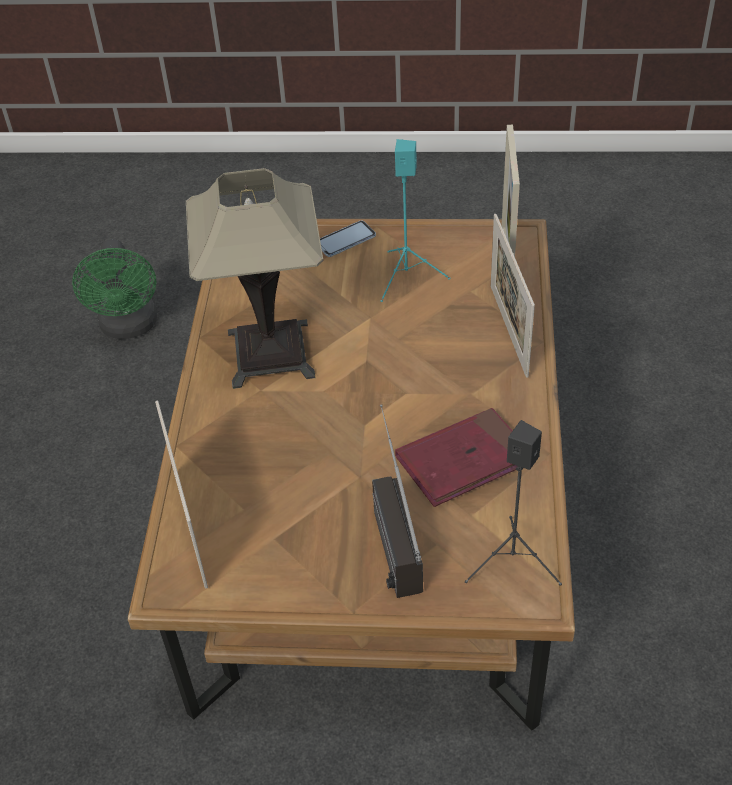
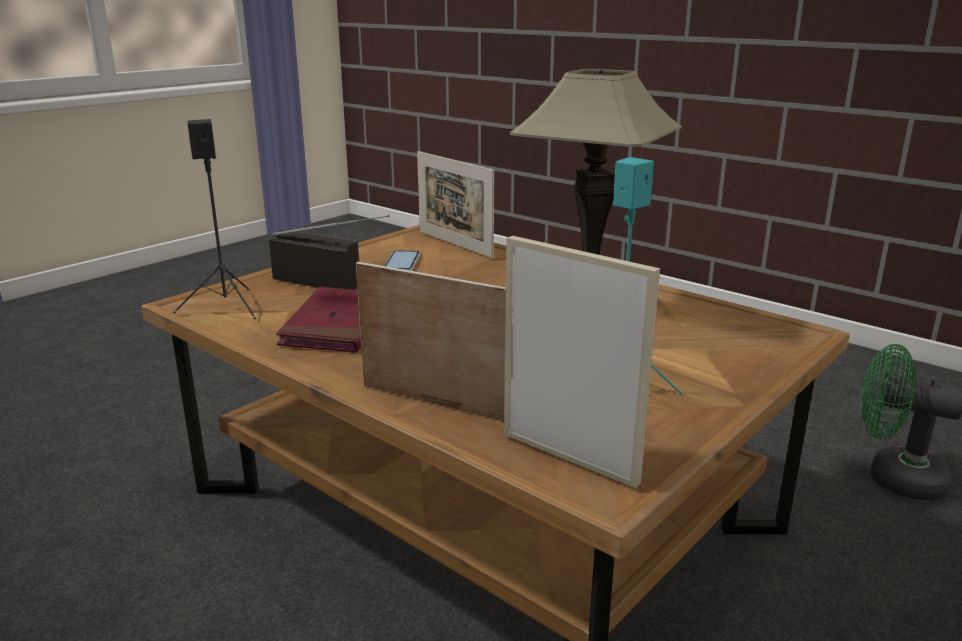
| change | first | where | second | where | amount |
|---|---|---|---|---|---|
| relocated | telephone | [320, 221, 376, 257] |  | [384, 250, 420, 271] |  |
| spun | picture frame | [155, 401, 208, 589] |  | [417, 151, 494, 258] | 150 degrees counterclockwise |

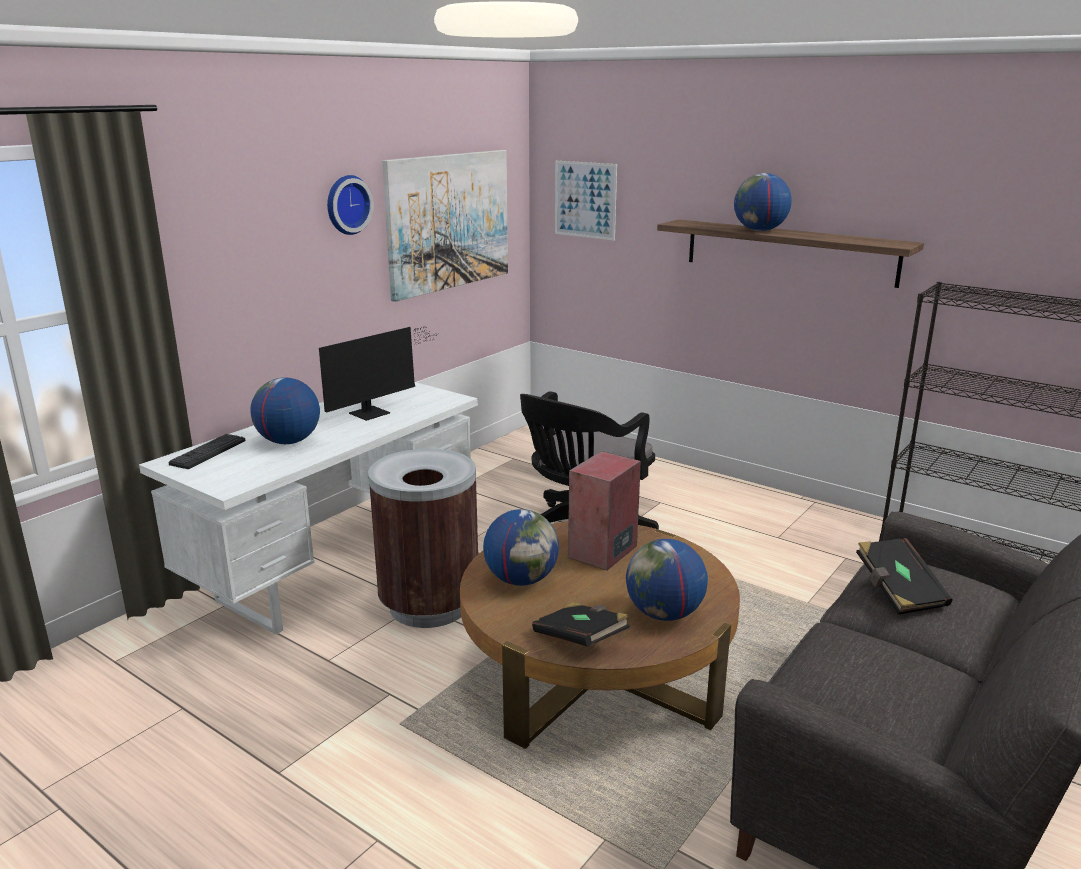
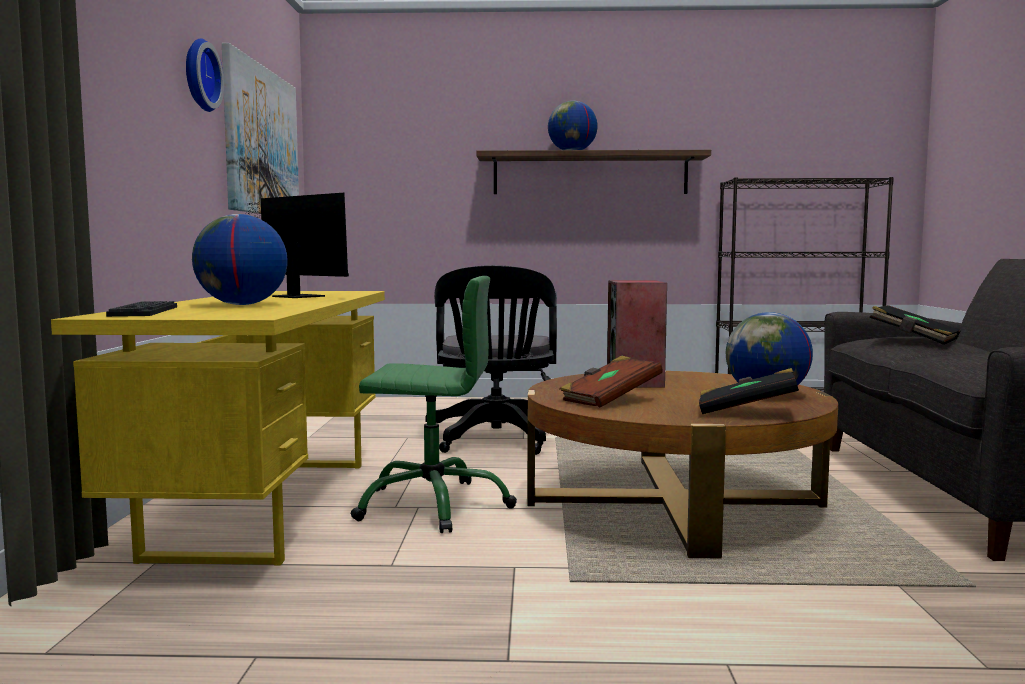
| change | first | where | second | where | amount |
|---|---|---|---|---|---|
| colour | white desk table | [139, 382, 478, 635] | yellowish desk table | [51, 291, 385, 566] |  |
| spun | computer screen | [319, 326, 437, 421] |  | [248, 193, 349, 298] | 60 degrees counterclockwise |
| exchanged | brown rubbish bin | [368, 449, 478, 628] | green office chair | [350, 276, 517, 533] |  |
| exchanged | world globe | [483, 509, 559, 586] | brown volume | [560, 355, 663, 408] |  |
| missing | wall art | [555, 161, 617, 241] |  |  |  |

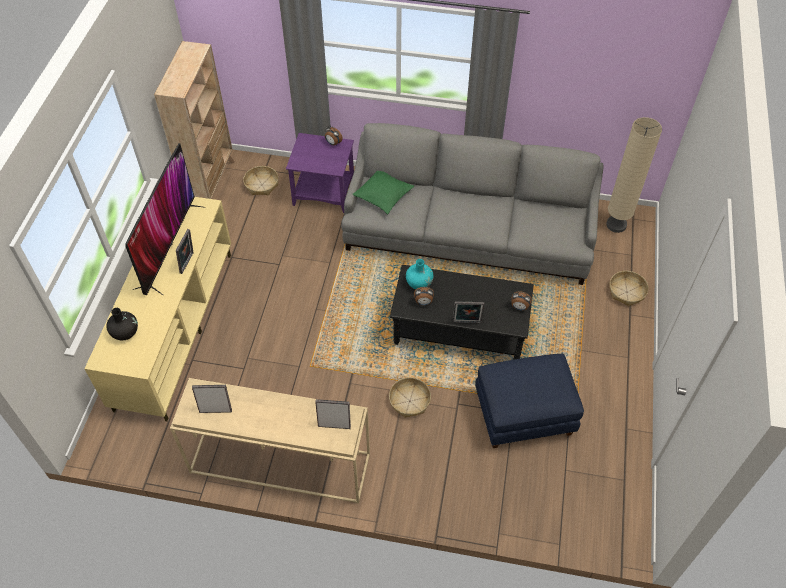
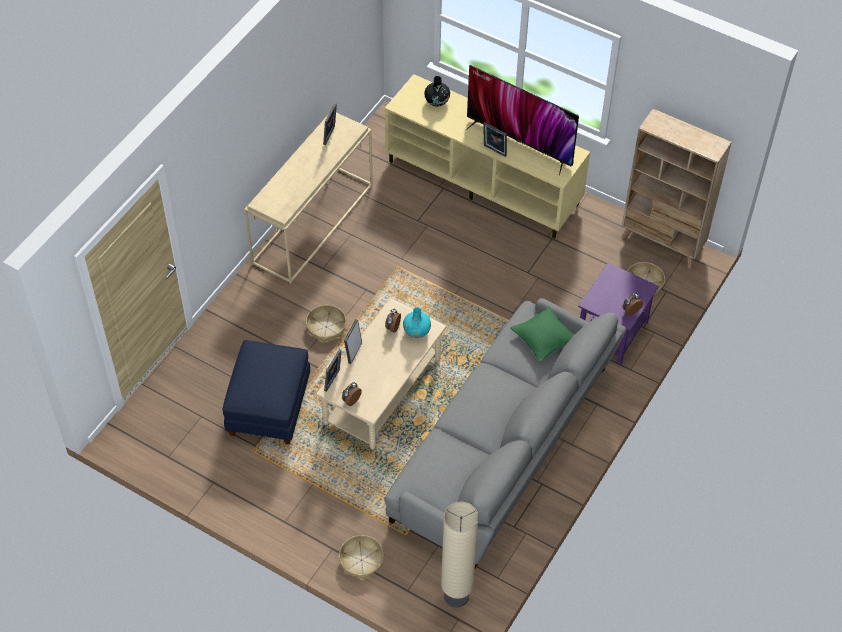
| change | first | where | second | where | amount |
|---|---|---|---|---|---|
| colour | blackish coffee table | [390, 265, 534, 360] | beige-coloured coffee table | [316, 299, 446, 450] |  |
| relocated | picture frame | [315, 399, 351, 429] |  | [324, 349, 342, 392] |  |

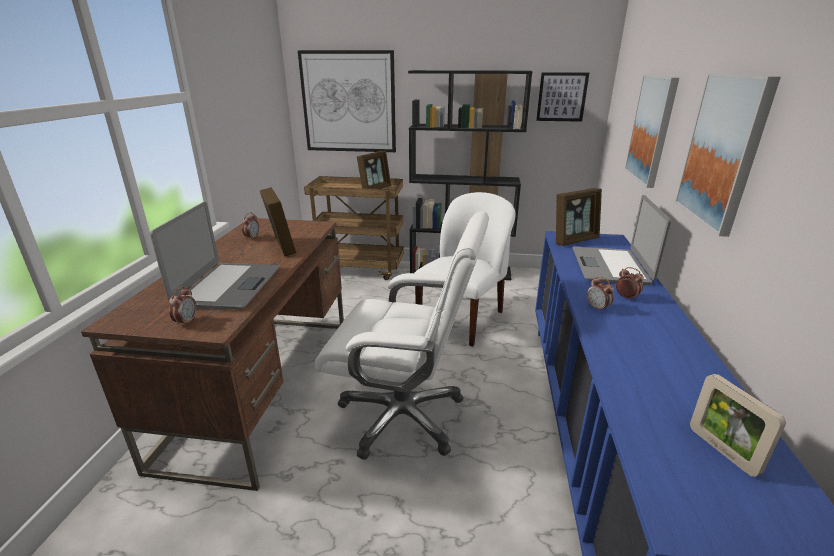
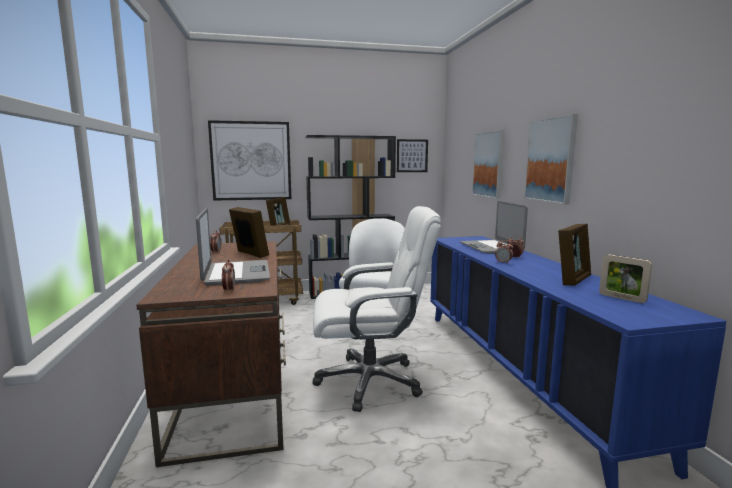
| change | first | where | second | where | amount |
|---|---|---|---|---|---|
| relocated | picture frame | [556, 188, 602, 246] |  | [558, 224, 591, 286] |  |

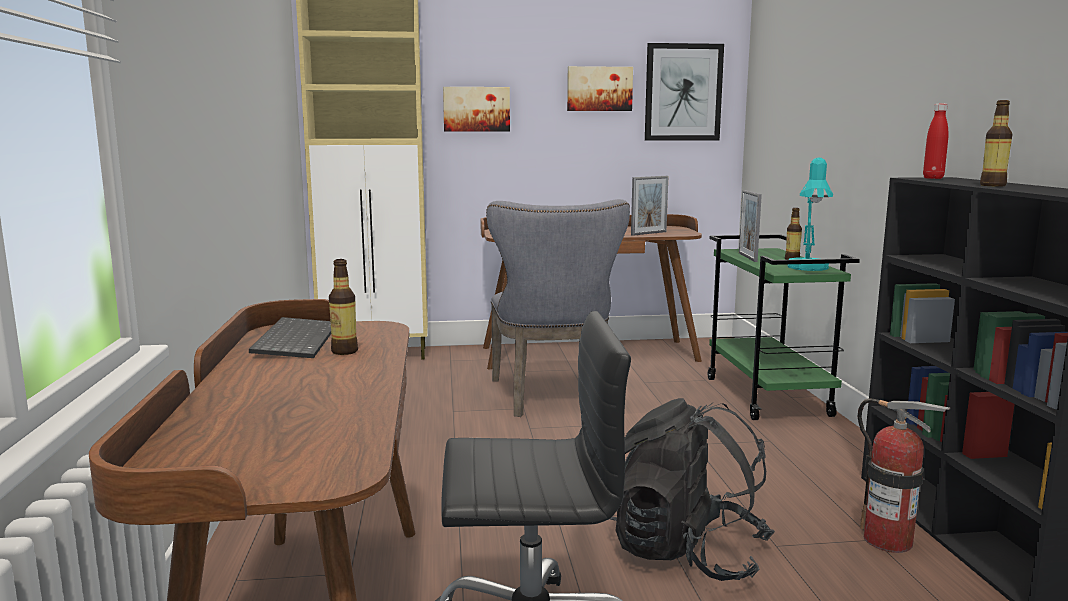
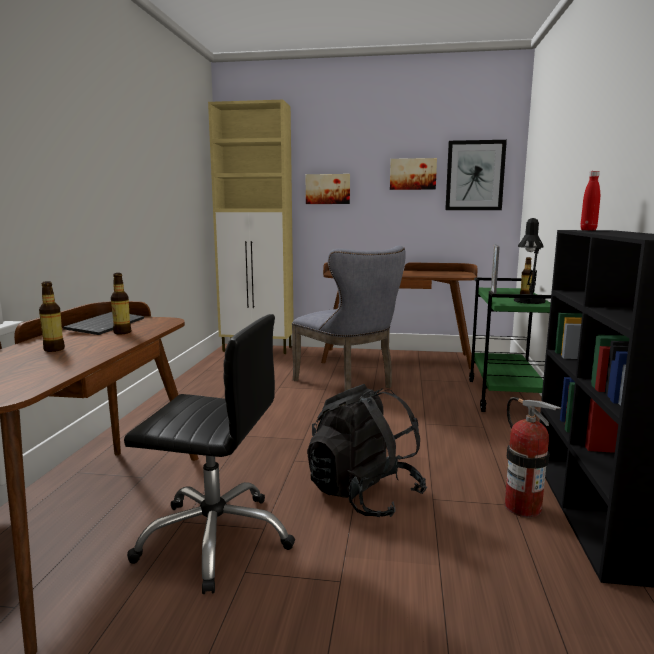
| change | first | where | second | where | amount |
|---|---|---|---|---|---|
| relocated | bottle | [980, 100, 1013, 187] |  | [39, 281, 65, 352] |  |
| spun | greyish upright chair | [486, 199, 630, 417] |  | [292, 246, 406, 391] | 45 degrees counterclockwise |
| colour | turquoise-coloured table lamp | [787, 158, 833, 271] | blackish table lamp | [514, 218, 546, 304] |  |
| missing | picture frame | [631, 176, 668, 236] |  |  |  |

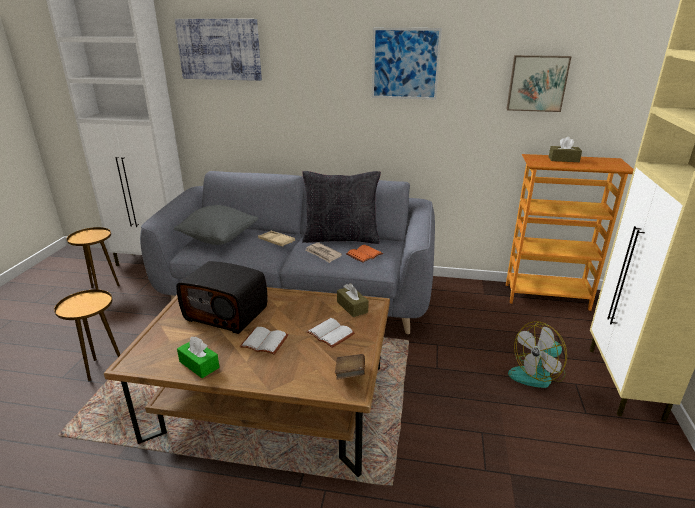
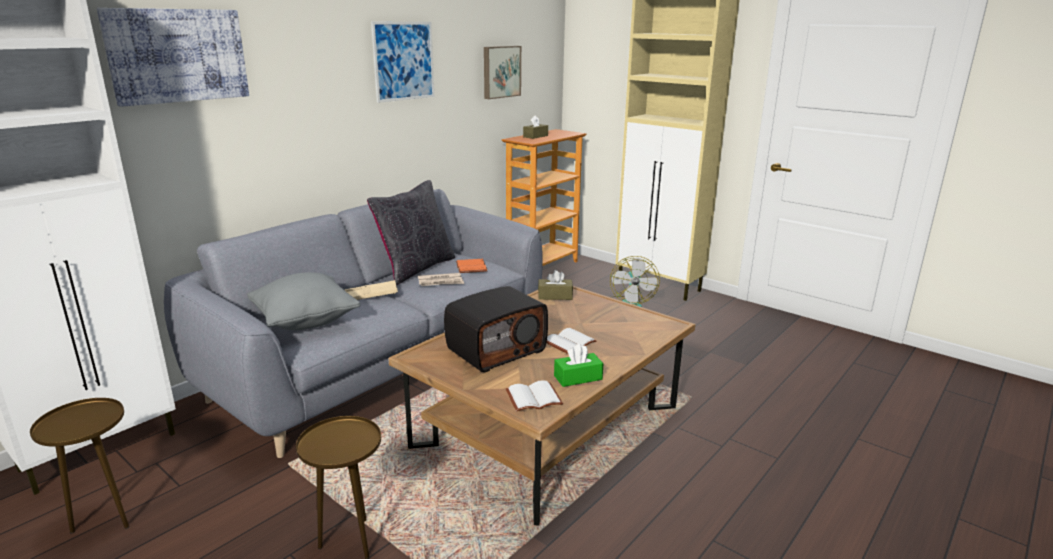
| change | first | where | second | where | amount |
|---|---|---|---|---|---|
| relocated | white volume | [306, 318, 355, 348] |  | [506, 381, 563, 411] |  |
| missing | brown volume | [335, 354, 365, 380] |  |  |  |

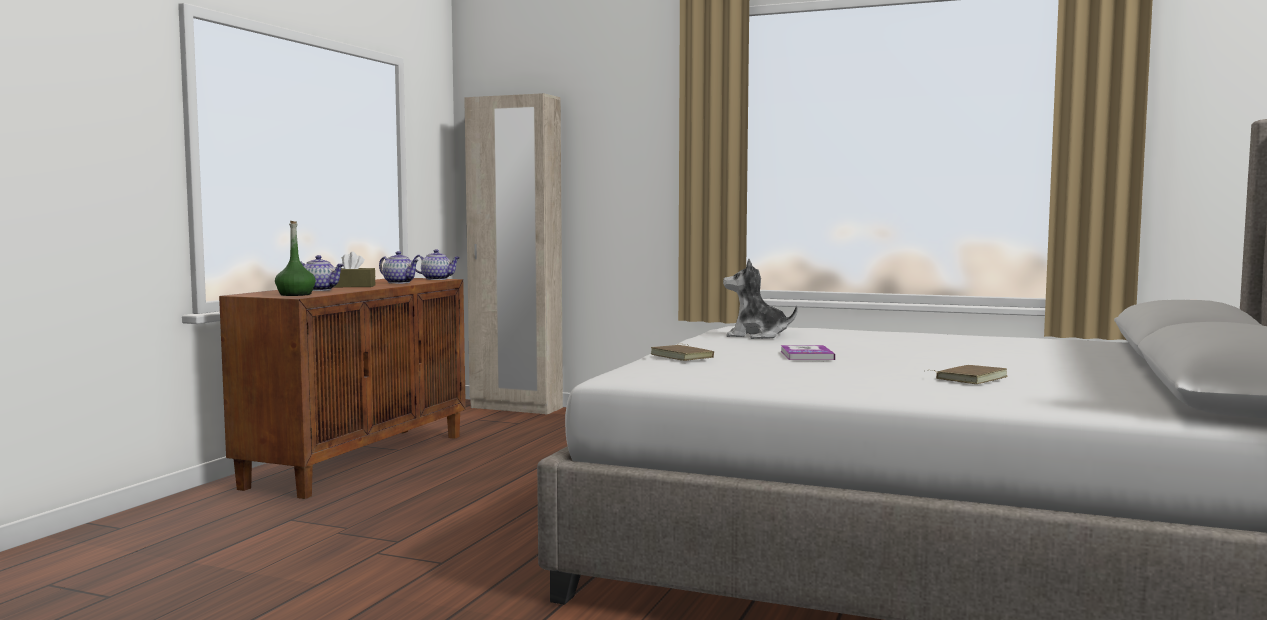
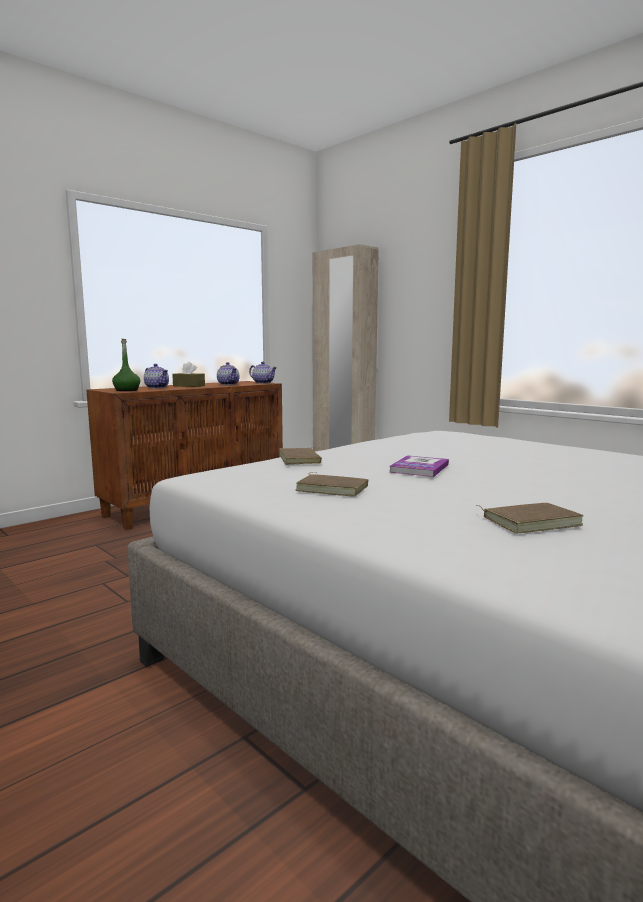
| change | first | where | second | where | amount |
|---|---|---|---|---|---|
| appeared |  |  | brown volume | [295, 472, 368, 497] |  |
| missing | cuddly toy | [723, 258, 798, 339] |  |  |  |

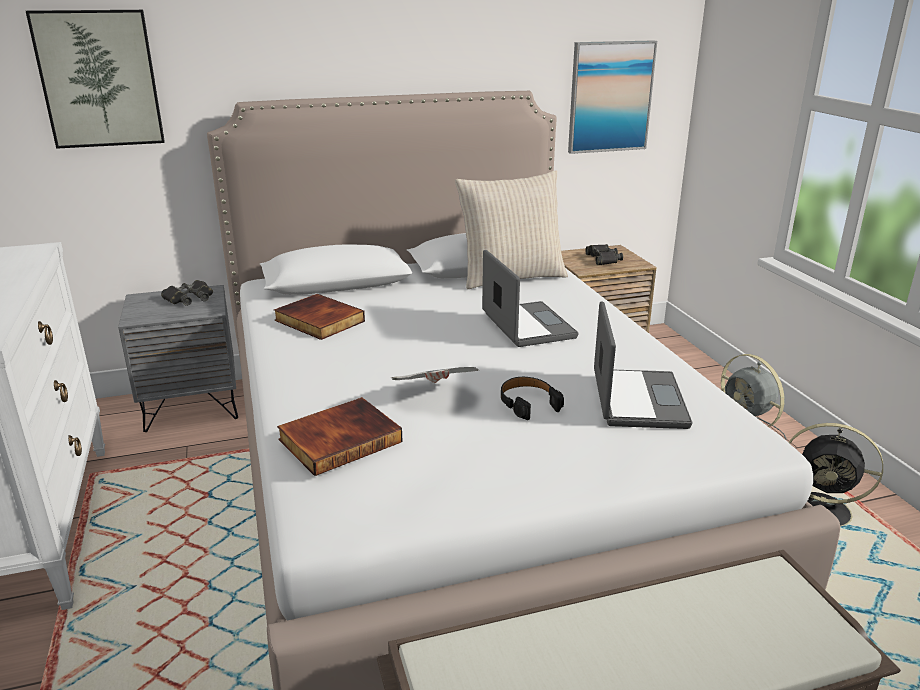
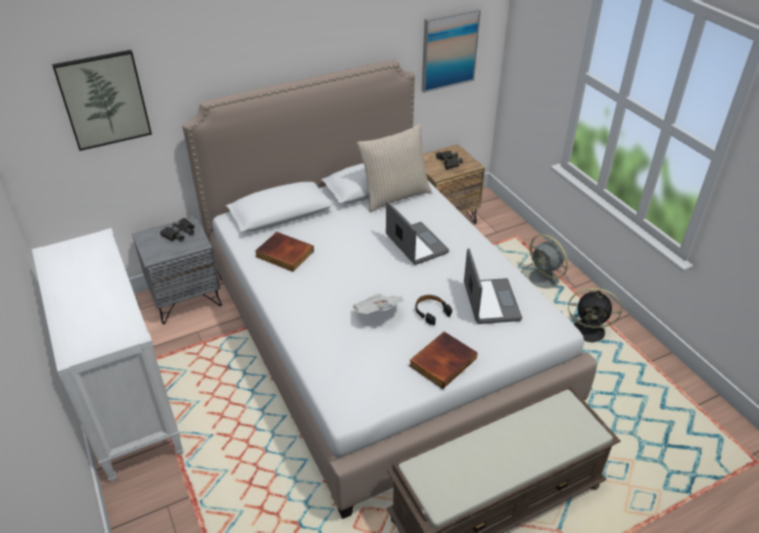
| change | first | where | second | where | amount |
|---|---|---|---|---|---|
| relocated | volume | [277, 397, 403, 476] |  | [409, 332, 478, 389] |  |

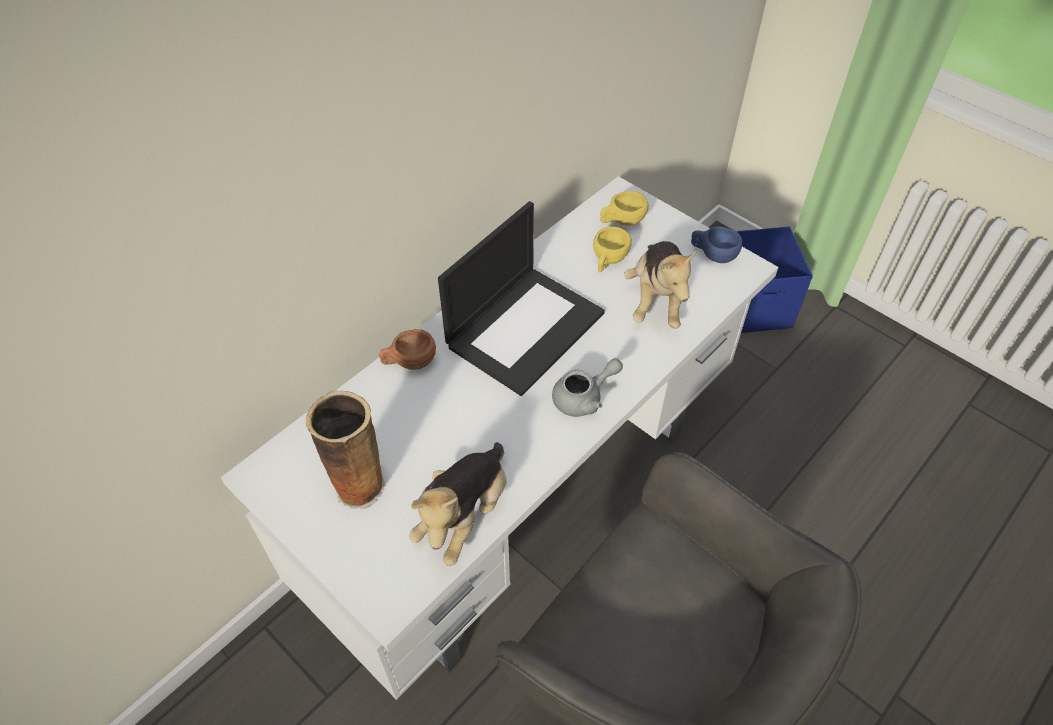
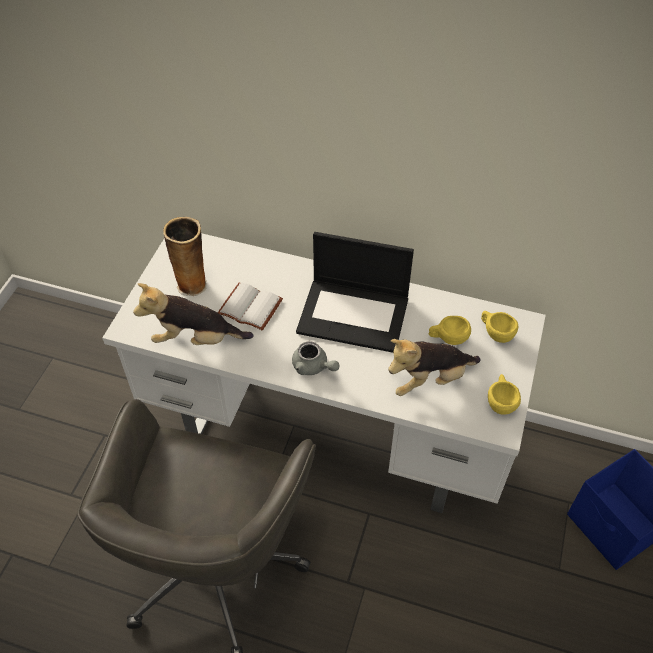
| change | first | where | second | where | amount |
|---|---|---|---|---|---|
| appeared |  |  | white volume | [218, 283, 283, 331] |  |
| colour | blue-coloured drinking cup | [691, 226, 742, 263] | yellowish drinking cup | [488, 374, 521, 415] |  |
| missing | brown drinking cup | [379, 329, 436, 370] |  |  |  |

